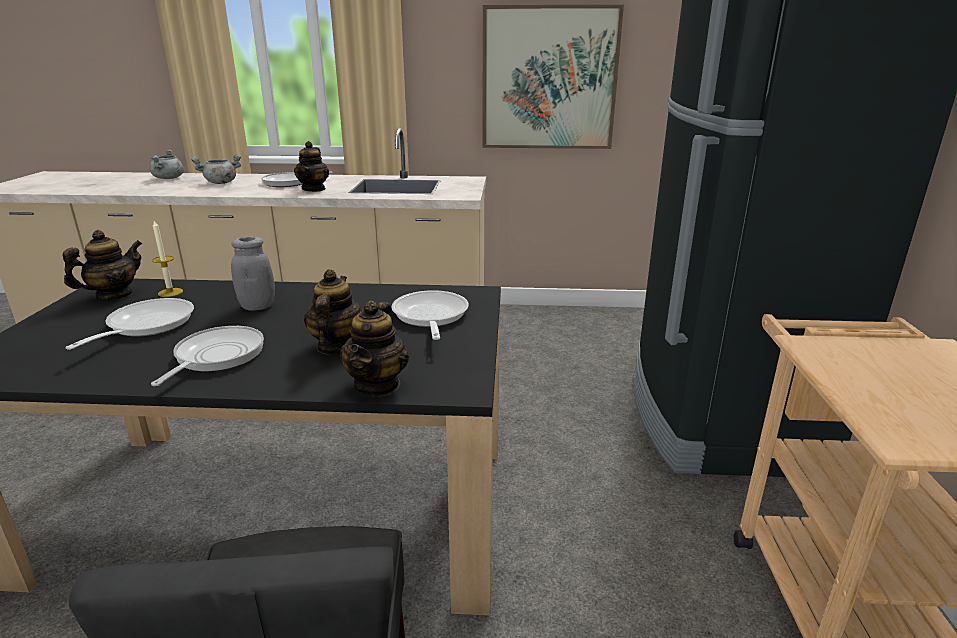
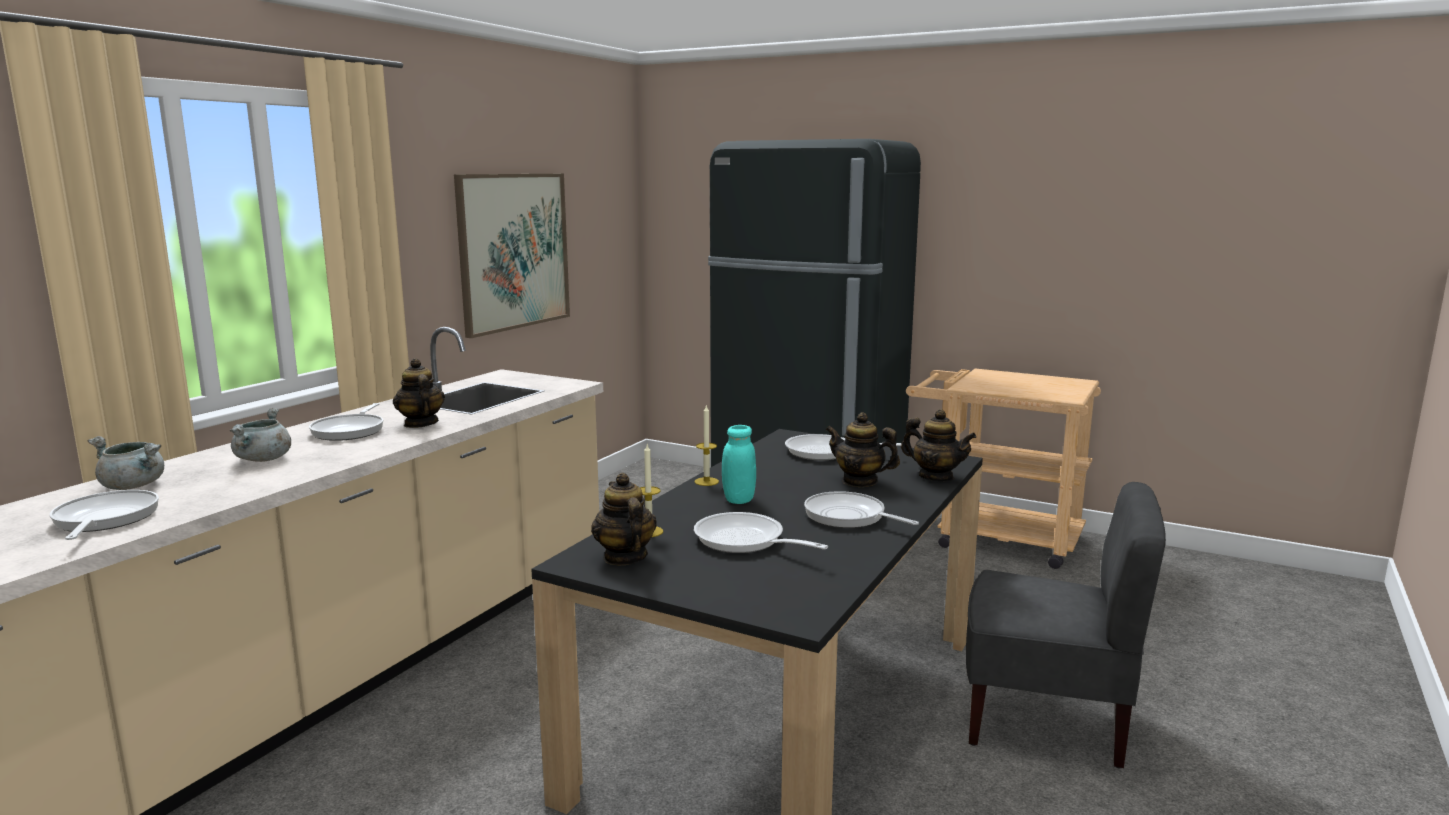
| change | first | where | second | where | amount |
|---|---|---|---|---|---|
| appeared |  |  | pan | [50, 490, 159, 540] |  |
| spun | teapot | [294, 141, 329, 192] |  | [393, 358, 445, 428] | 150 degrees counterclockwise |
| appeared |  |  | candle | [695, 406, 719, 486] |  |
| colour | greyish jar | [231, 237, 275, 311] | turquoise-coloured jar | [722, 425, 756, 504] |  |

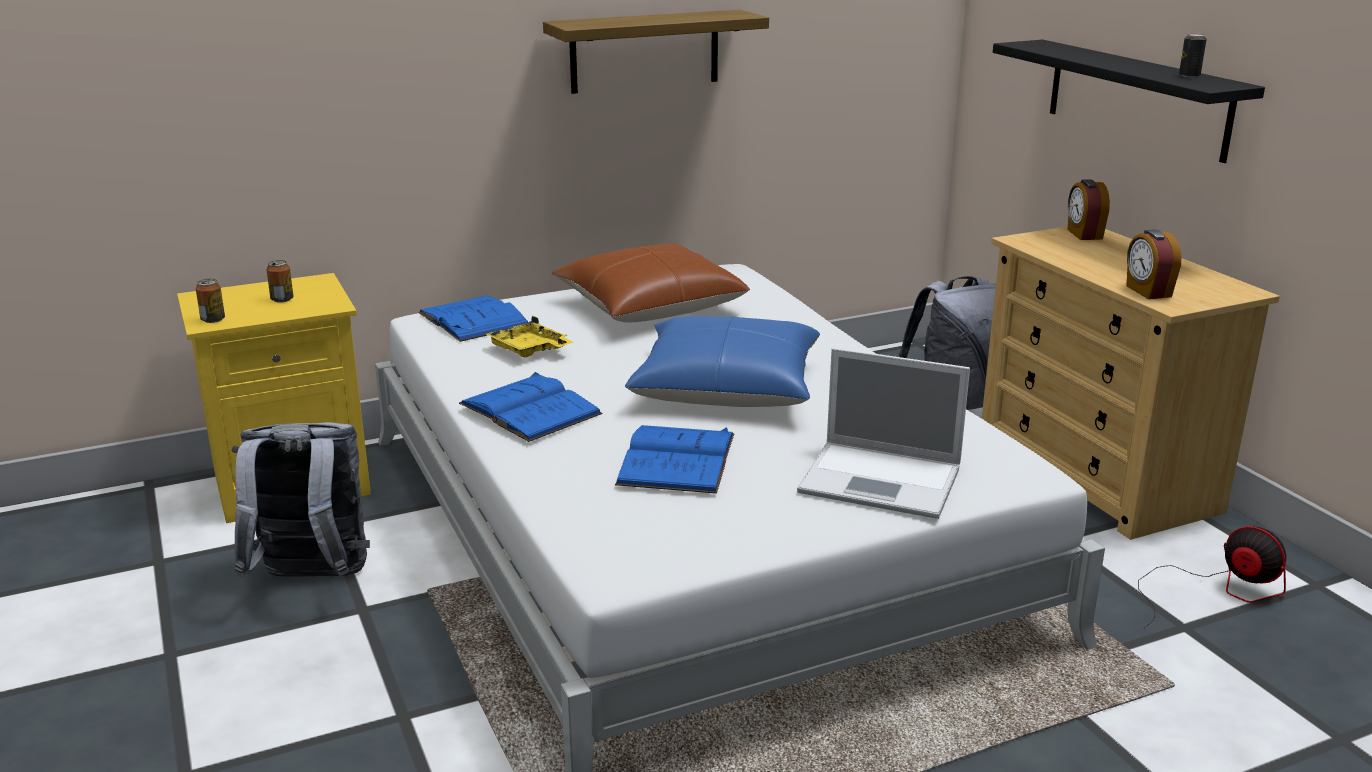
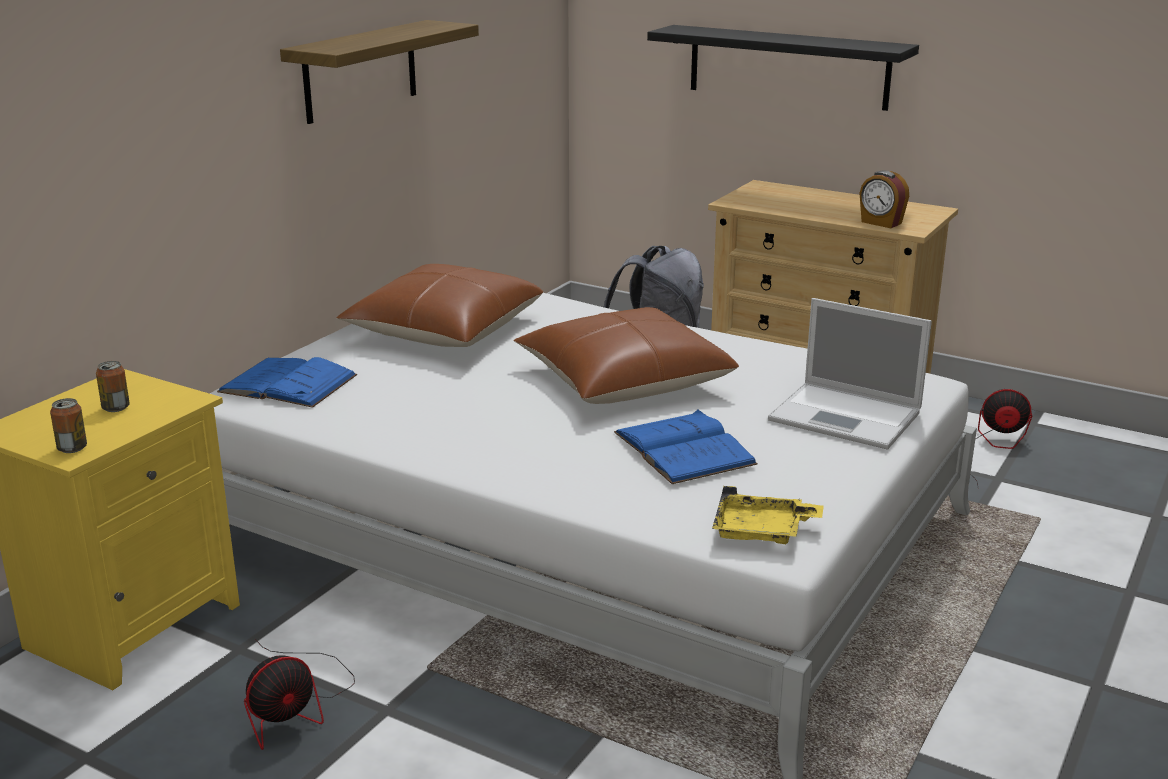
| change | first | where | second | where | amount |
|---|---|---|---|---|---|
| exchanged | greyish backpack | [234, 422, 370, 577] | electric fan | [244, 639, 355, 750] |  |
| colour | blue-coloured pillow | [625, 316, 820, 407] | brown pillow | [513, 307, 739, 404] |  |
| relocated | yellowish carrying tray | [486, 316, 573, 358] |  | [712, 486, 824, 544] |  |
| spun | laptop | [797, 348, 970, 519] |  | [768, 298, 932, 450] | 45 degrees clockwise |
| missing | blue-coloured volume | [459, 372, 603, 442] |  |  |  |
| missing | table clock | [1068, 179, 1110, 240] |  |  |  |
| missing | can | [1179, 34, 1207, 78] |  |  |  |

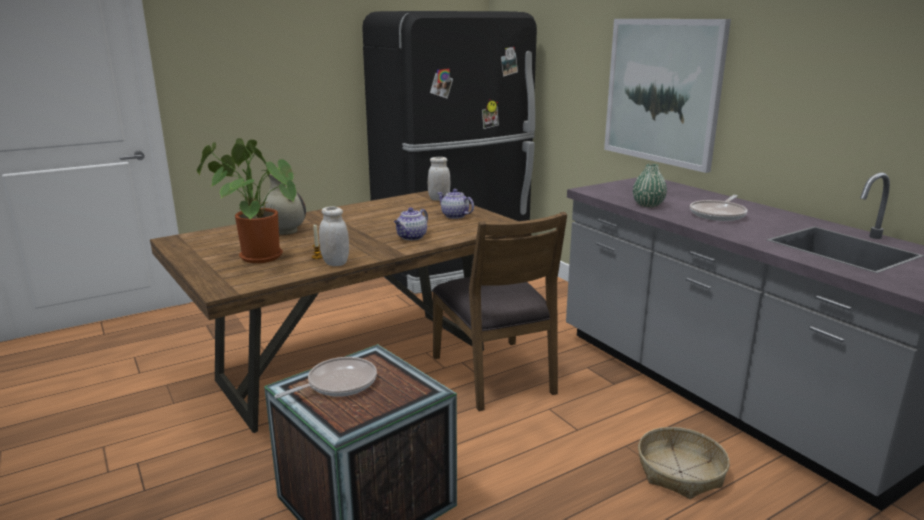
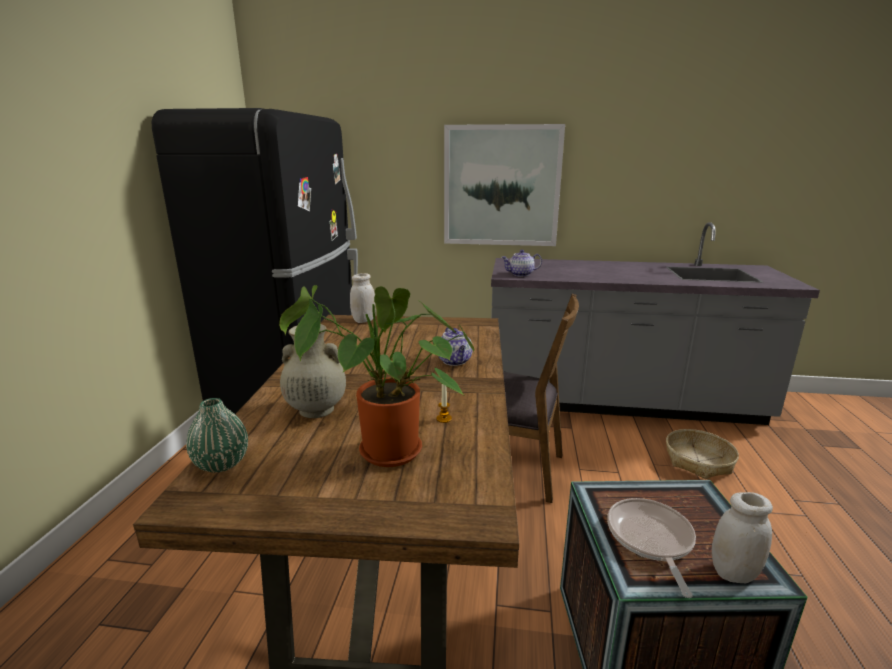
| change | first | where | second | where | amount |
|---|---|---|---|---|---|
| relocated | green decorative vase | [633, 164, 667, 207] |  | [186, 398, 248, 473] |  |
| relocated | teapot | [438, 189, 474, 219] |  | [501, 250, 542, 277] |  |
| relocated | white jar | [319, 207, 349, 266] |  | [712, 492, 773, 583] |  |
| missing | pan | [690, 195, 748, 221] |  |  |  |

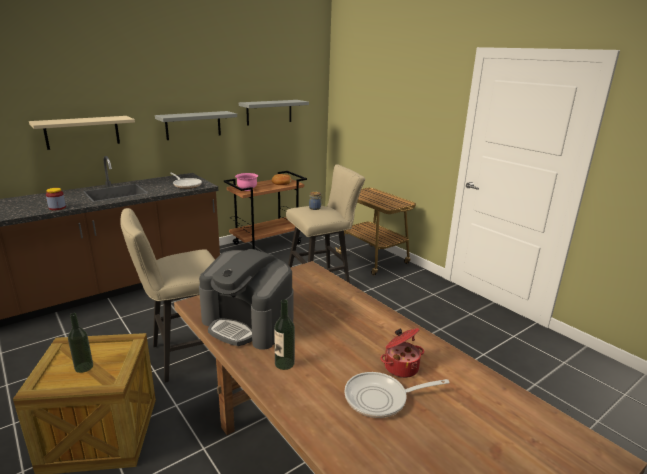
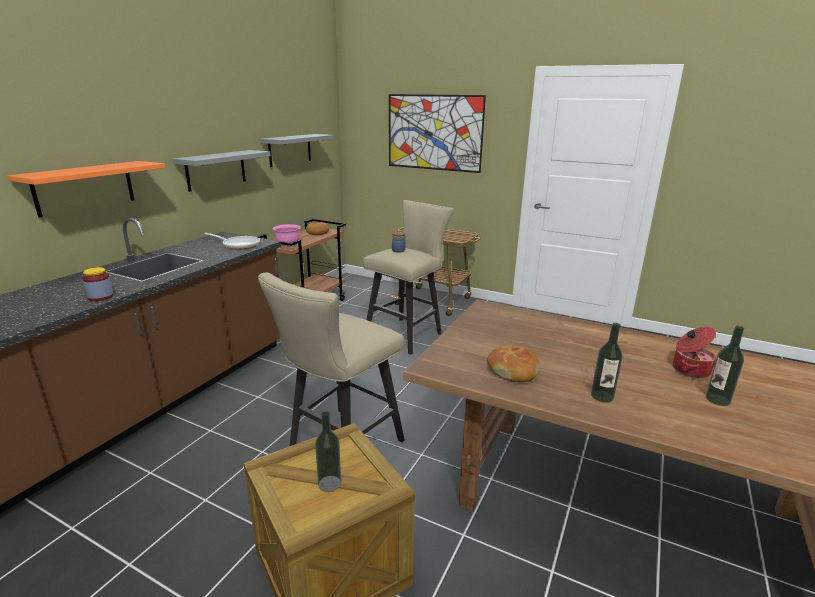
| change | first | where | second | where | amount |
|---|---|---|---|---|---|
| colour | beige-coloured shelf | [29, 116, 135, 150] | orange-coloured shelf | [7, 161, 165, 218] |  |
| appeared |  |  | wall art | [389, 94, 486, 173] |  |
| exchanged | coffee brewer | [199, 249, 293, 350] | bakery bread | [487, 345, 540, 382] |  |
| exchanged | pan | [344, 372, 450, 418] | bottle | [706, 326, 744, 406] |  |

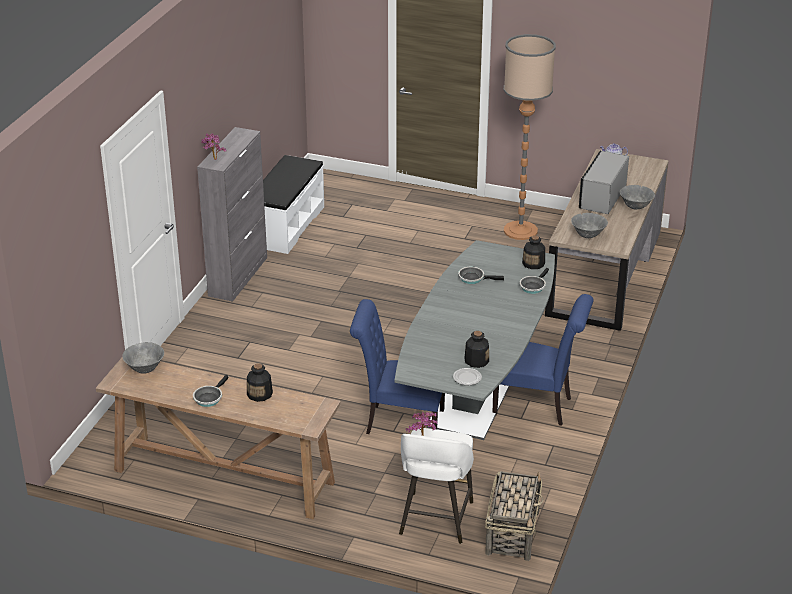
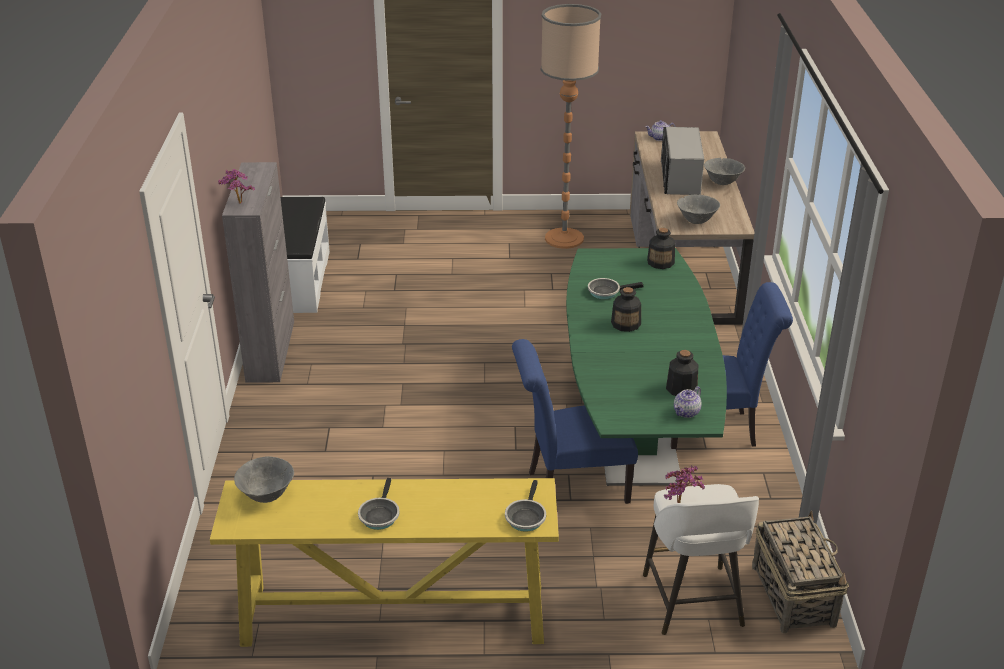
| change | first | where | second | where | amount |
|---|---|---|---|---|---|
| colour | brown hall table | [96, 358, 341, 519] | yellowish hall table | [210, 478, 559, 647] |  |
| relocated | pan | [519, 268, 549, 294] |  | [505, 480, 546, 532] |  |
| colour | greyish dinner table | [394, 240, 555, 440] | green dinner table | [566, 248, 727, 486] |  |
| relocated | bottle | [247, 363, 273, 402] |  | [611, 287, 641, 332] |  |
| exchanged | flat dish | [453, 368, 482, 385] | teapot | [674, 386, 702, 418] |  |

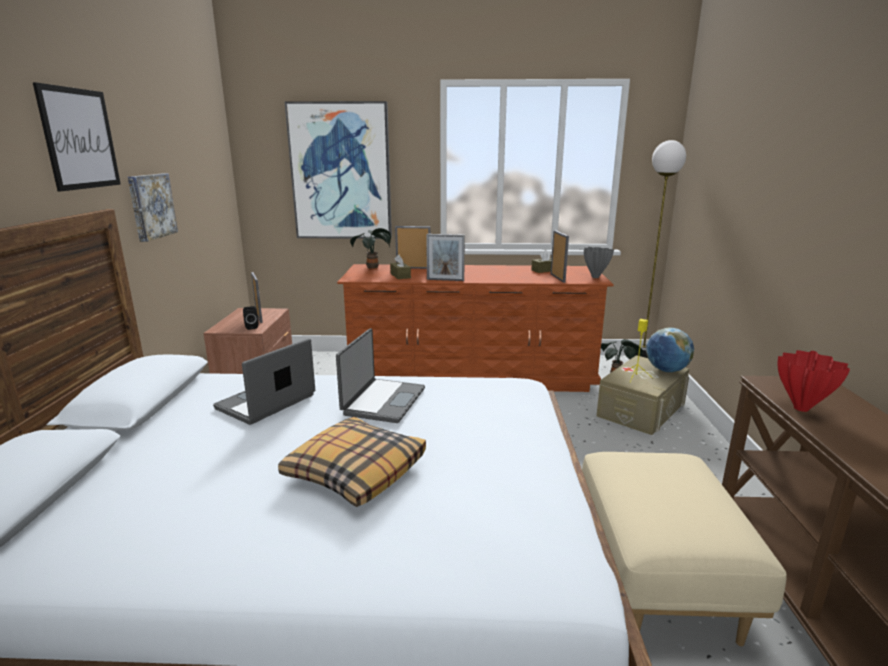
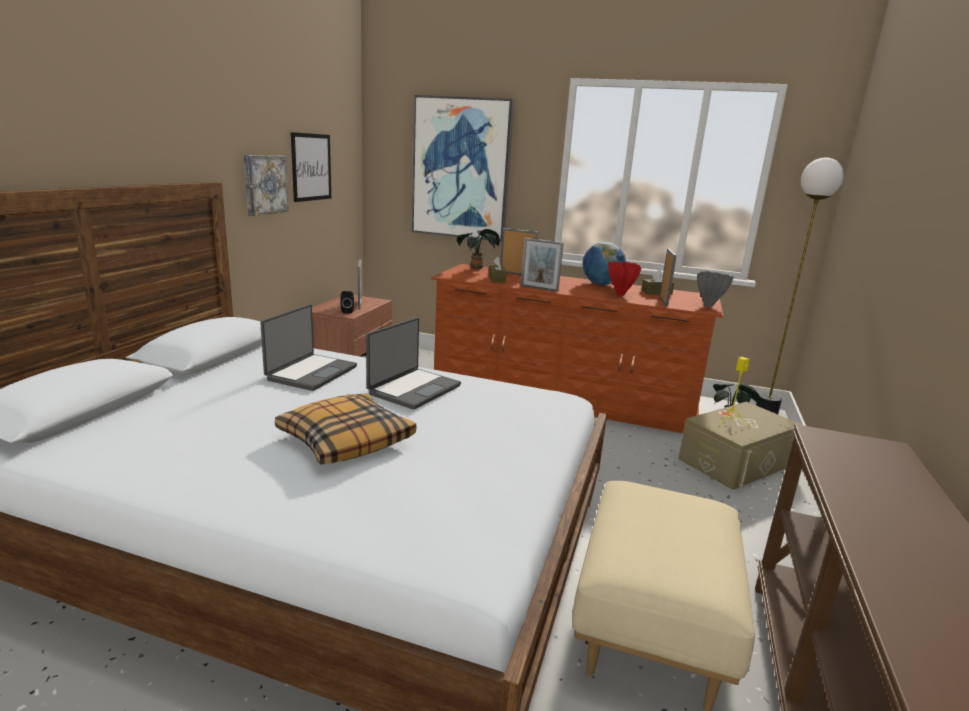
| change | first | where | second | where | amount |
|---|---|---|---|---|---|
| spun | laptop | [213, 338, 315, 425] |  | [260, 304, 357, 391] | 150 degrees clockwise |
| relocated | wall art | [33, 82, 121, 192] |  | [291, 132, 331, 202] |  |
| relocated | world globe | [646, 328, 694, 372] |  | [582, 242, 626, 285] |  |
| relocated | red decorative vase | [778, 350, 850, 412] |  | [608, 262, 642, 296] |  |

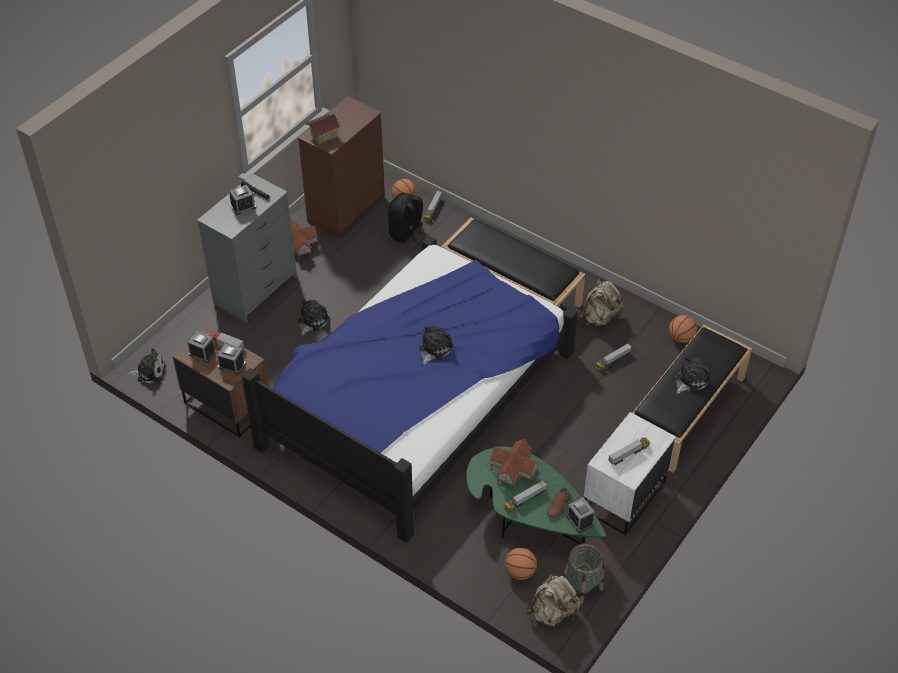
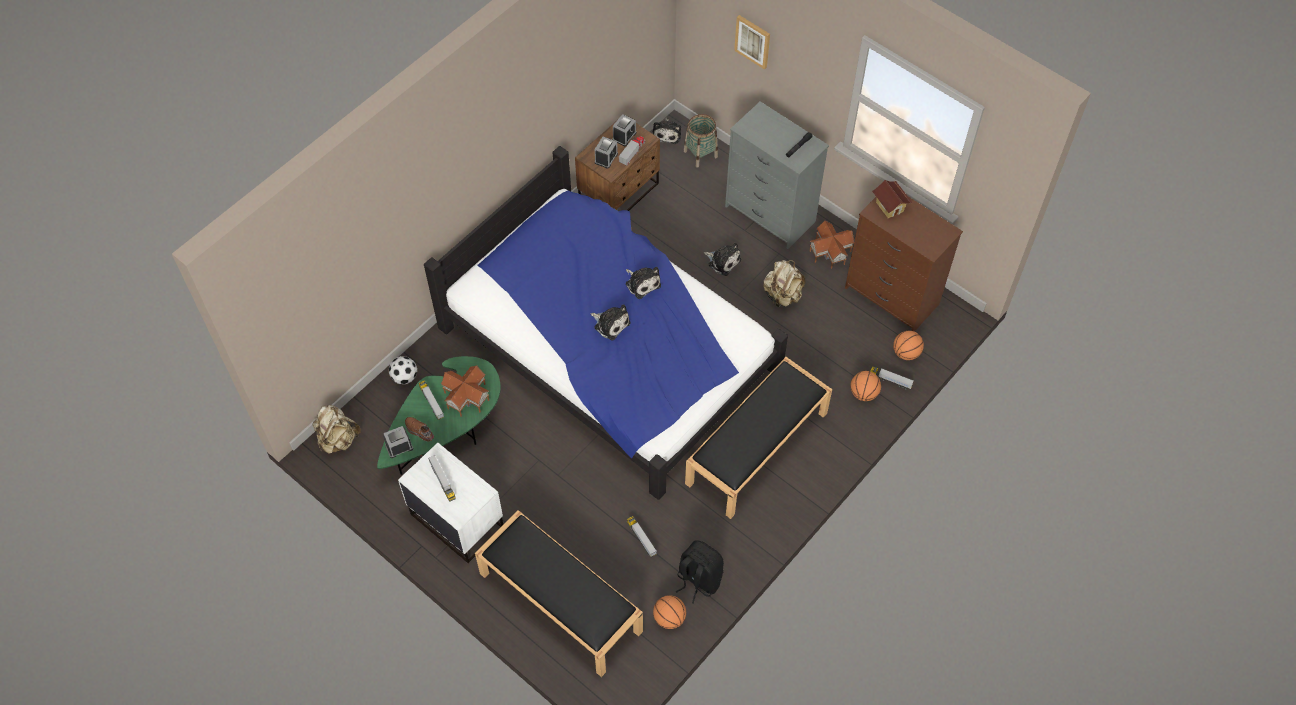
| change | first | where | second | where | amount |
|---|---|---|---|---|---|
| appeared |  |  | football | [389, 356, 417, 384] |  |
| relocated | cuddly toy | [675, 356, 710, 394] |  | [626, 267, 661, 299] |  |
| relocated | blackish backpack | [388, 192, 428, 245] |  | [676, 540, 724, 604] |  |
| relocated | basket | [563, 543, 604, 604] |  | [684, 114, 718, 168] |  |
| appeared |  |  | wall art | [734, 15, 770, 70] |  |
| relocated | beige-coloured backpack | [579, 279, 623, 327] |  | [763, 260, 805, 308] |  |
| relocated | ball for basketball | [504, 548, 537, 580] |  | [851, 371, 881, 401] |  |
| missing | table clock | [229, 185, 256, 215] |  |  |  |

